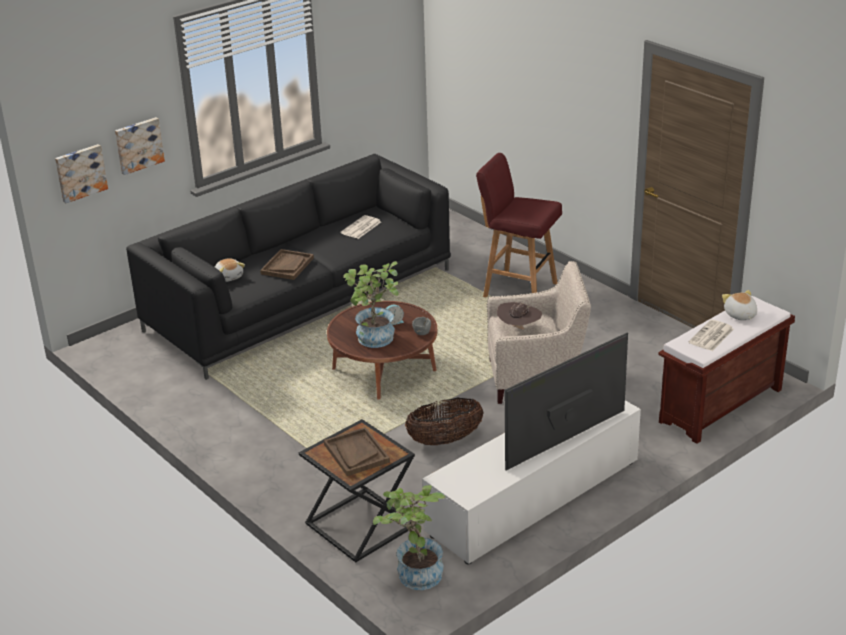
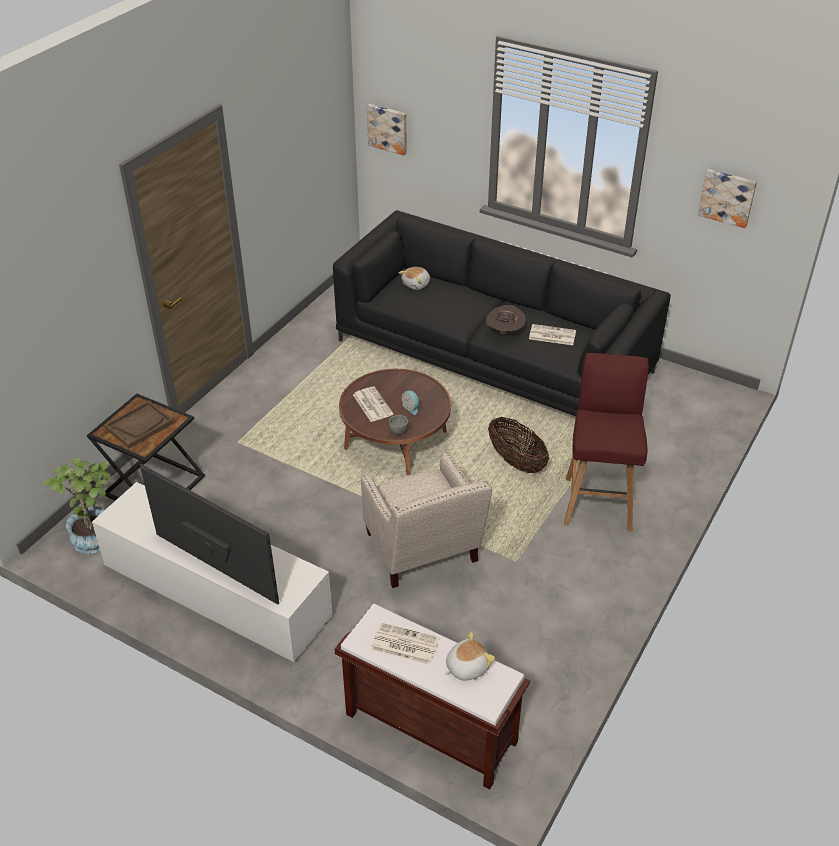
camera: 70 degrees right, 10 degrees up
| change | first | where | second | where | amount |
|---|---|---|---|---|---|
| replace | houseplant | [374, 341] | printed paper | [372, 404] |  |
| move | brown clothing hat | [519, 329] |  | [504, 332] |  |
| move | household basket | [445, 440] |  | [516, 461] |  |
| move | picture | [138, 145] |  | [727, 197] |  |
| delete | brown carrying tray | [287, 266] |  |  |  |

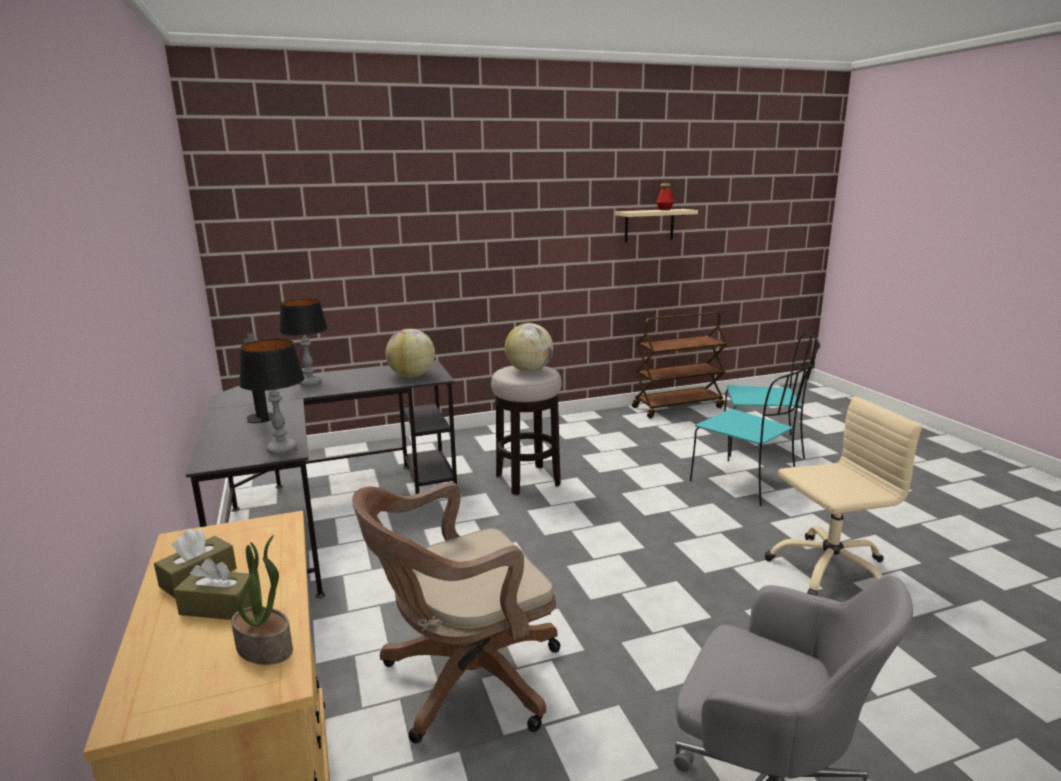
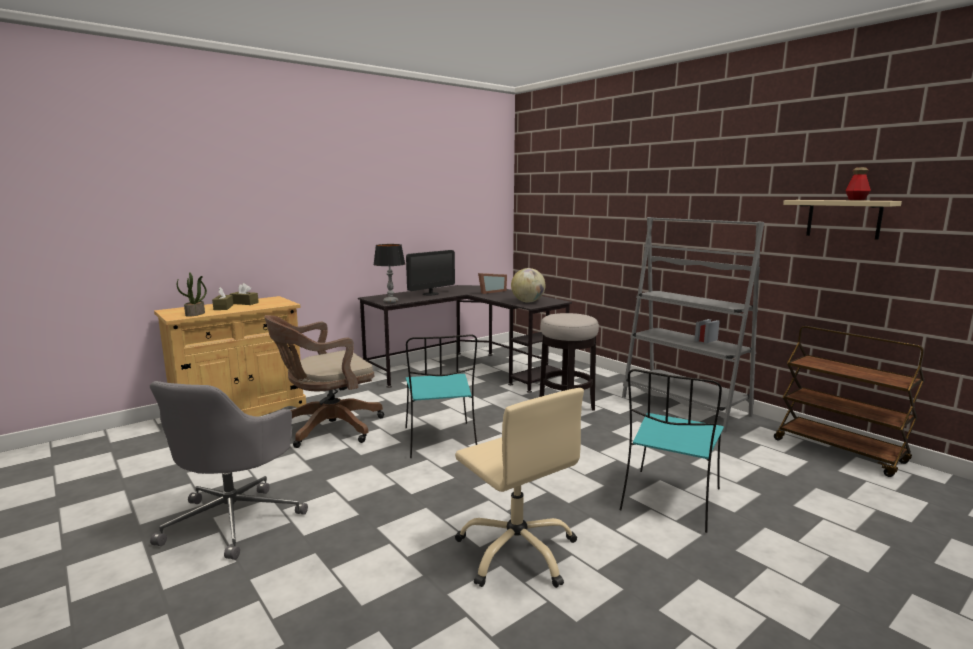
camera: 70 degrees right, 5 degrees down
| change | first | where | second | where | amount |
|---|---|---|---|---|---|
| rotate | brown computer chair | [463, 681] |  | [327, 429] | 75 degrees counterclockwise |
| move | blue-green plain chair | [764, 446] |  | [440, 441] |  |
| replace | tabletop lamp | [310, 384] | photo frame | [490, 291] |  |
| insert |  |  | greyish bookshelf | [684, 406] |  |
| delete | world globe | [529, 370] |  |  |  |

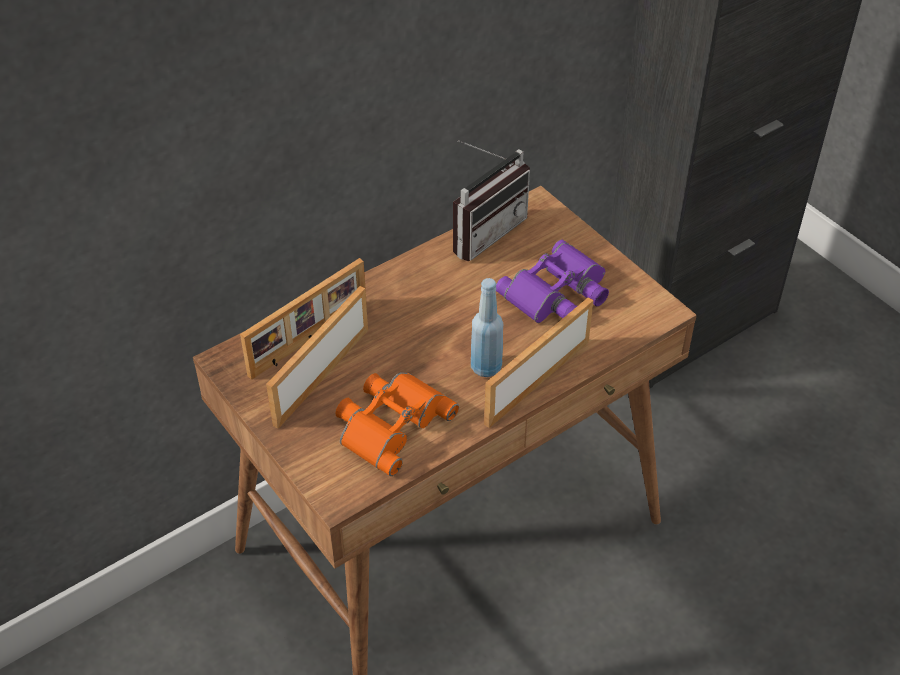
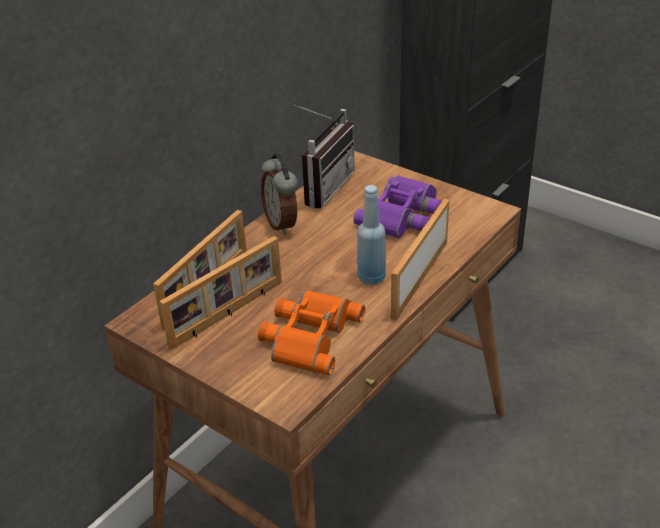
camera: 15 degrees left, 10 degrees down
| change | first | where | second | where | amount |
|---|---|---|---|---|---|
| rotate | photo frame | [320, 375] |  | [228, 314] | 150 degrees counterclockwise |
| insert |  |  | table clock | [282, 224] |  |

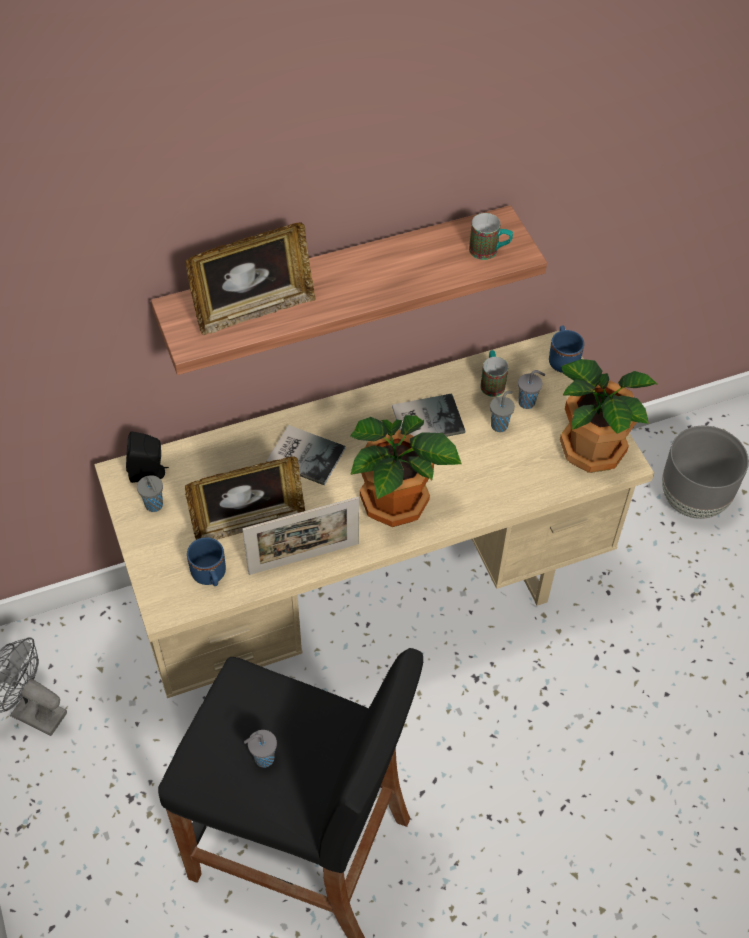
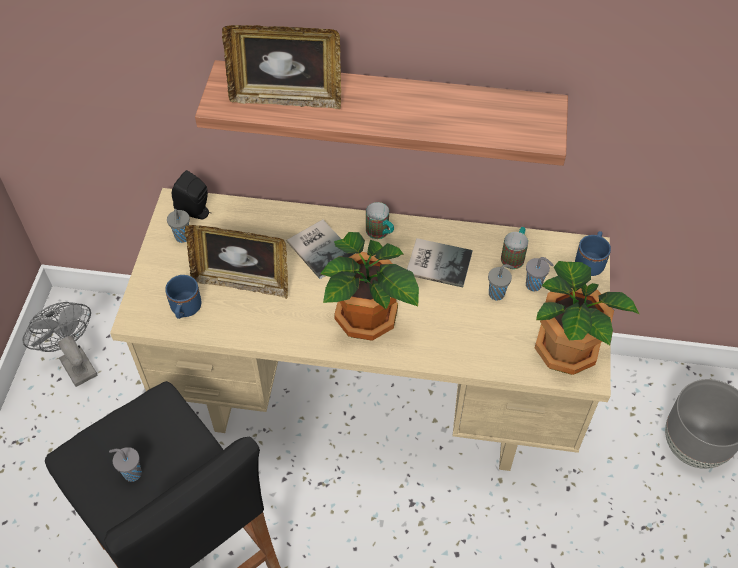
camera: 30 degrees right, 0 degrees up
| change | first | where | second | where | amount |
|---|---|---|---|---|---|
| move | tea mug | [489, 251] |  | [380, 233] |  |
| delete | photo frame | [304, 558] |  |  |  |

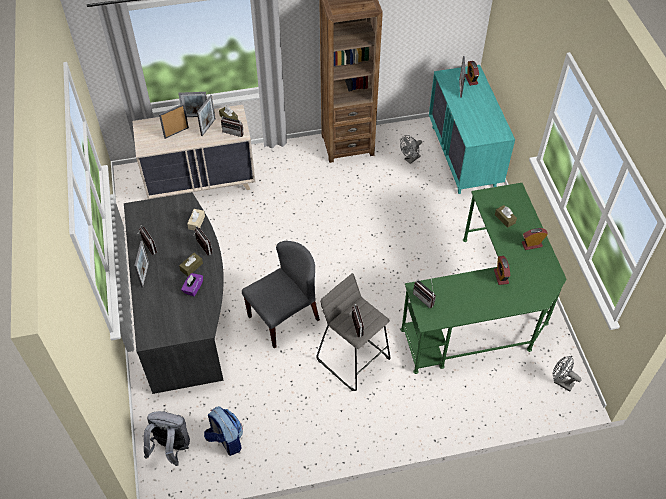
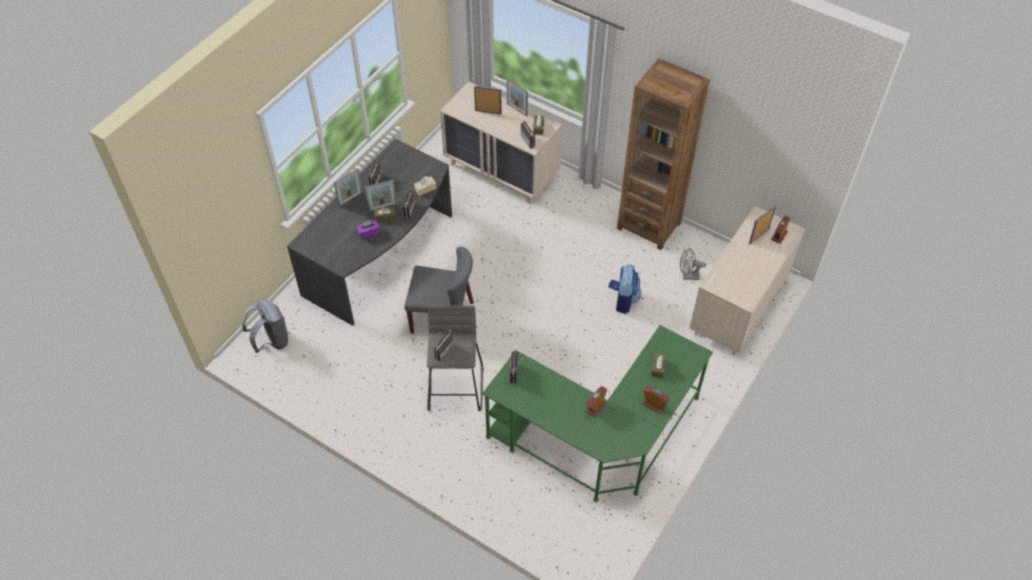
camera: 45 degrees right, 0 degrees up
| change | first | where | second | where | amount |
|---|---|---|---|---|---|
| move | photo frame | [208, 127] |  | [382, 207] |  |
| move | backpack | [226, 440] |  | [623, 300] |  |
| recolor | blue-green dresser | [463, 157] | beige dresser | [737, 309] |  |
| delete | greyish electric fan | [561, 382] |  |  |  |

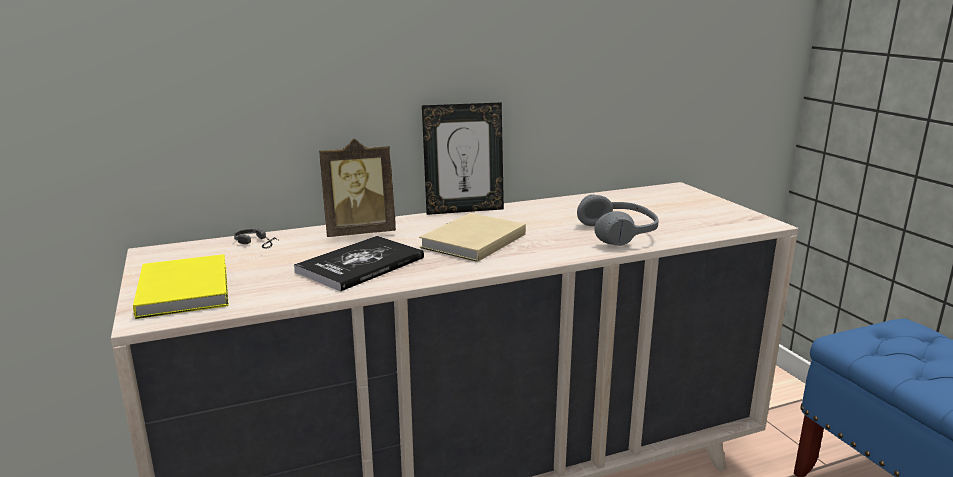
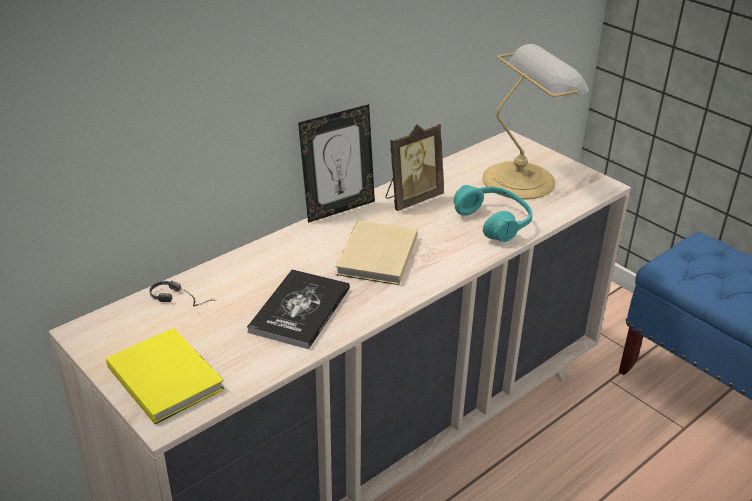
camera: 20 degrees left, 15 degrees up
| change | first | where | second | where | amount |
|---|---|---|---|---|---|
| move | photo frame | [359, 232] |  | [411, 199] |  |
| recolor | greyish headset | [618, 233] | blue-green headset | [494, 222] |  |
| insert |  |  | tabletop lamp | [522, 179] |  |

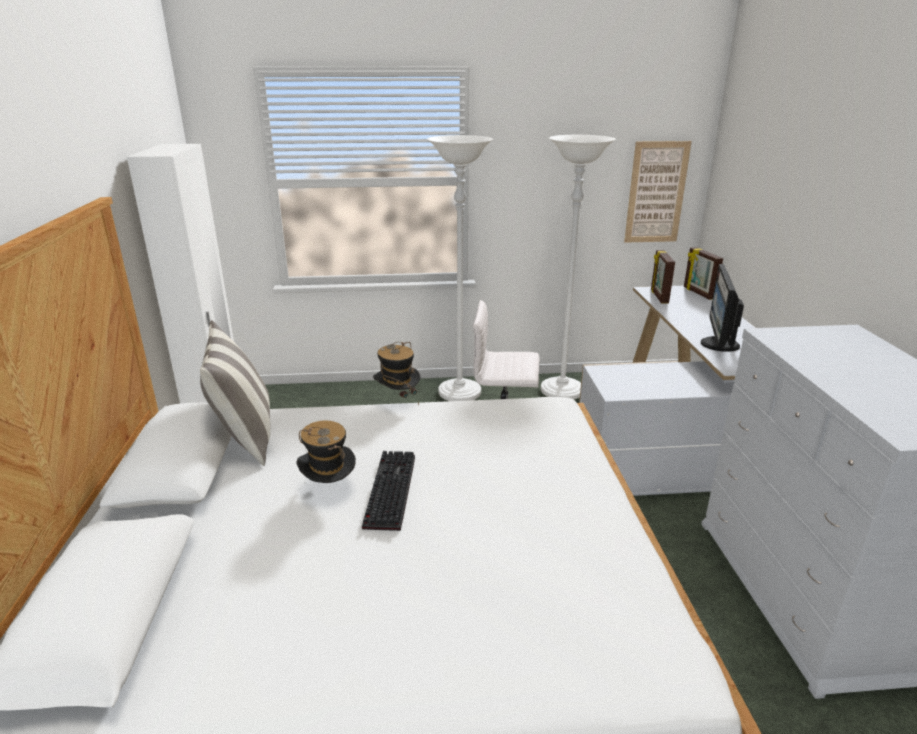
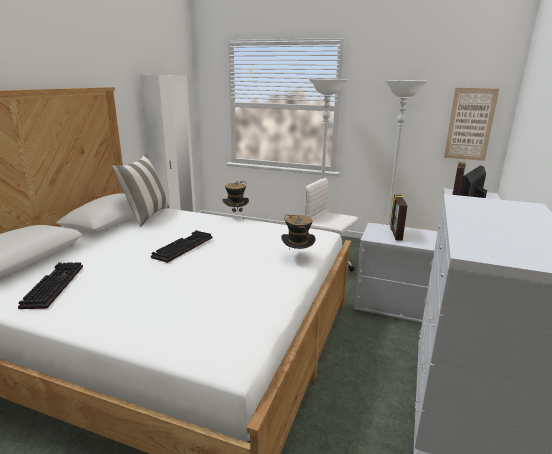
camera: 25 degrees right, 5 degrees down
| change | first | where | second | where | amount |
|---|---|---|---|---|---|
| insert |  |  | computer keyboard | [52, 285] |  |
| move | clothing hat | [329, 489] |  | [297, 257] |  |
| move | photo frame | [698, 293] |  | [395, 234] |  |

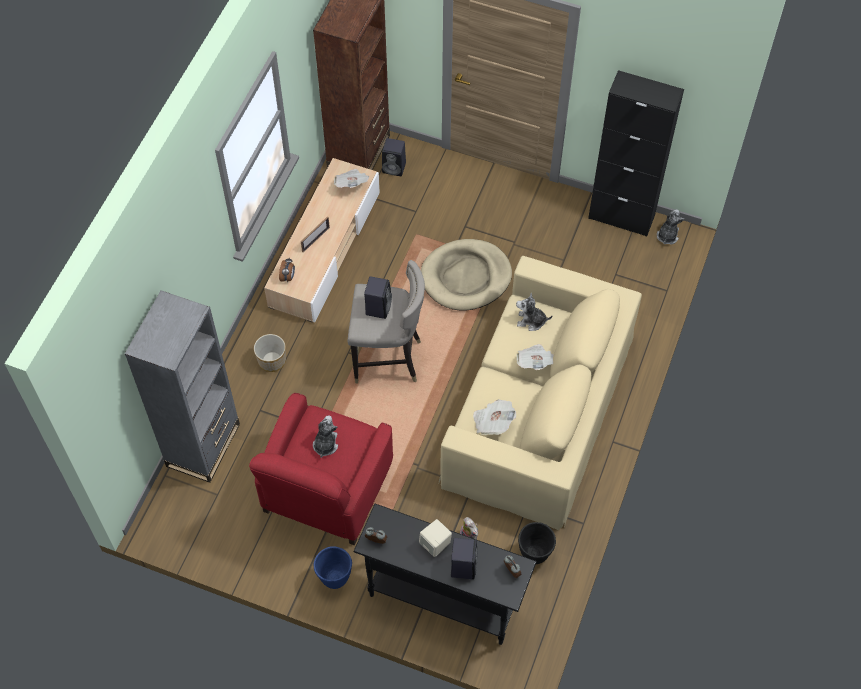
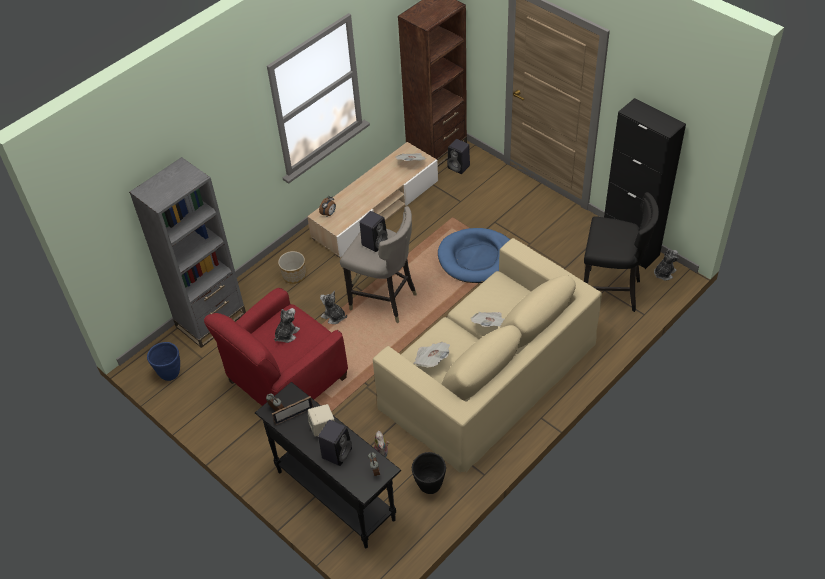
camera: 25 degrees right, 10 degrees down
| change | first | where | second | where | amount |
|---|---|---|---|---|---|
| move | blue-coloured planter | [334, 578] |  | [169, 373] |  |
| move | photo frame | [315, 239] |  | [294, 416] |  |
| move | plush toy | [531, 321] |  | [334, 316] |  |
| recolor | beige pet bed | [466, 277] | blue-coloured pet bed | [477, 258] |  |
| insert |  |  | blackish stool seat | [611, 292] |  |

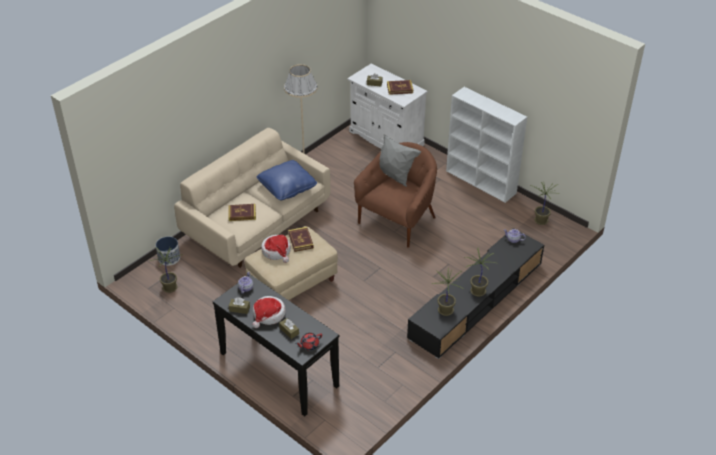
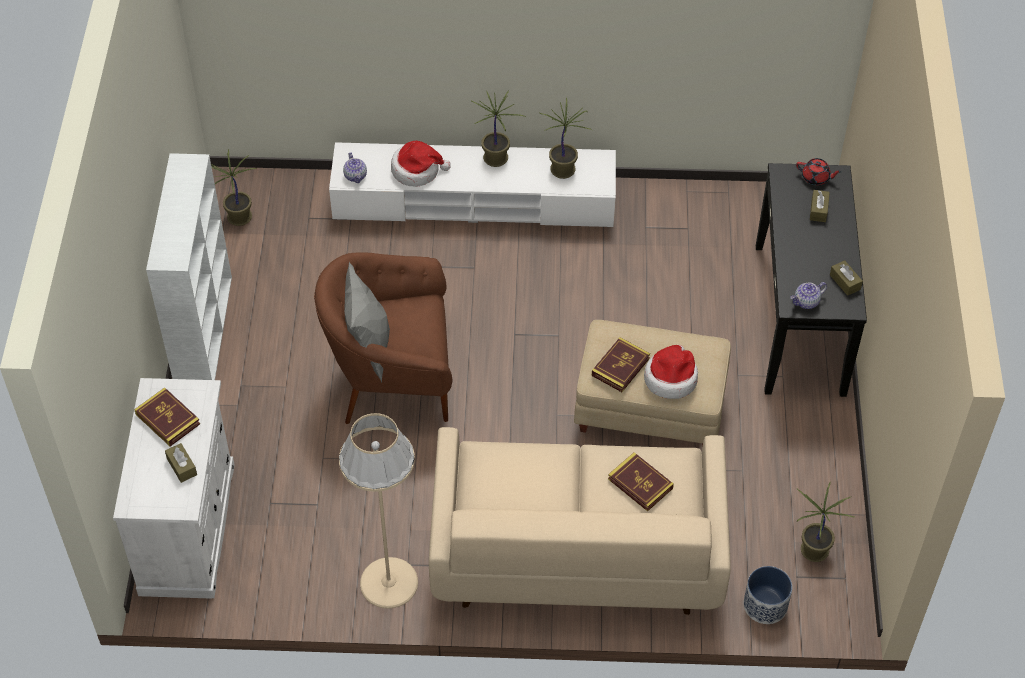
camera: 130 degrees left, 10 degrees up
| change | first | where | second | where | amount |
|---|---|---|---|---|---|
| recolor | blackish media console | [476, 300] | white-coloured media console | [475, 201] |  |
| move | clothing hat | [268, 315] |  | [417, 170] |  |
| delete | blue-coloured pillow | [287, 187] |  |  |  |

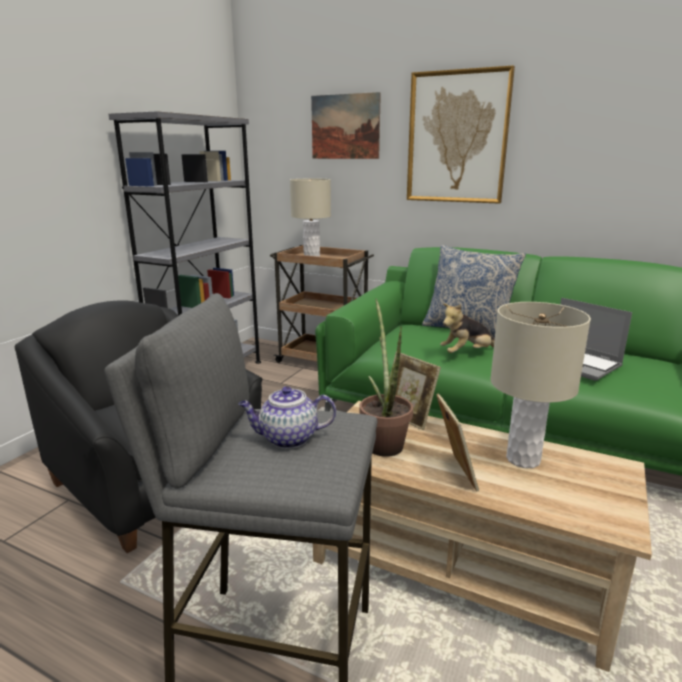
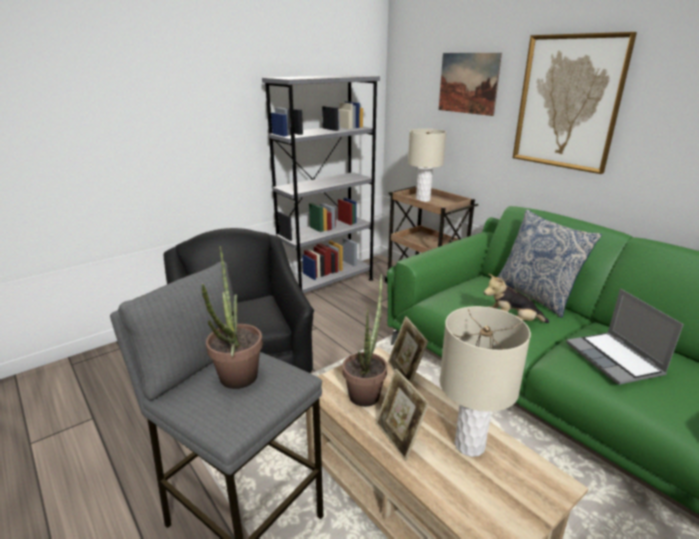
camera: 25 degrees right, 5 degrees up
| change | first | where | second | where | amount |
|---|---|---|---|---|---|
| replace | pot for tea | [287, 439] | houseplant | [236, 383] |  |
| rotate | photo frame | [454, 472] |  | [399, 438] | 135 degrees clockwise |

